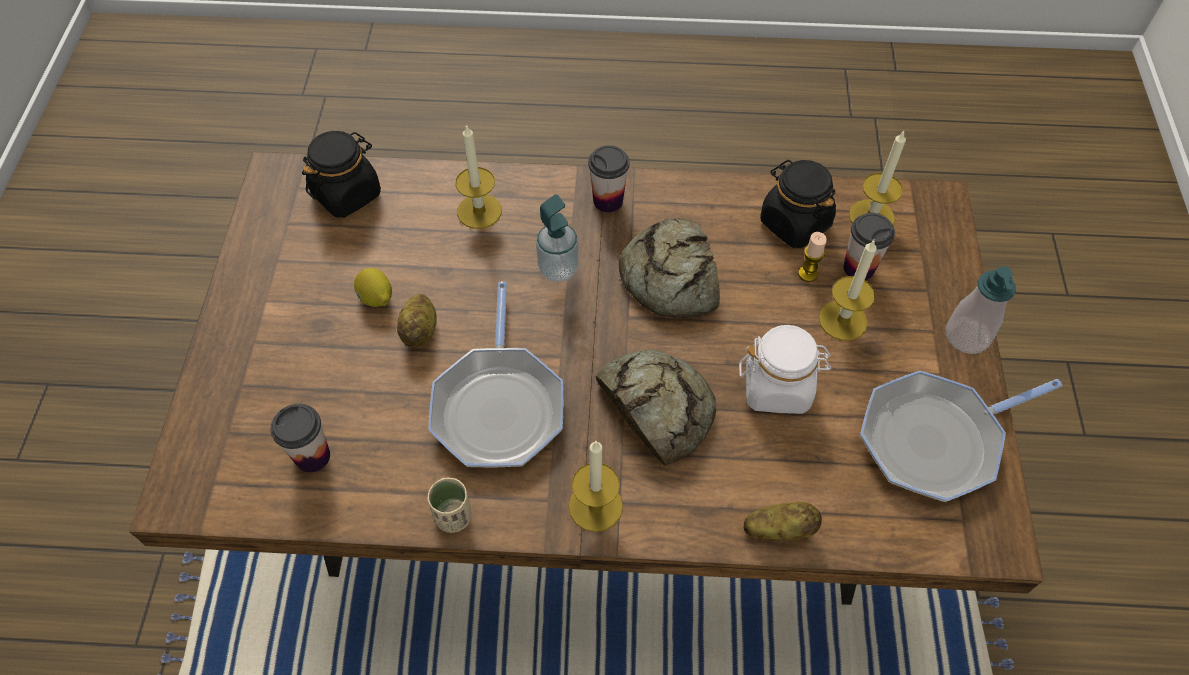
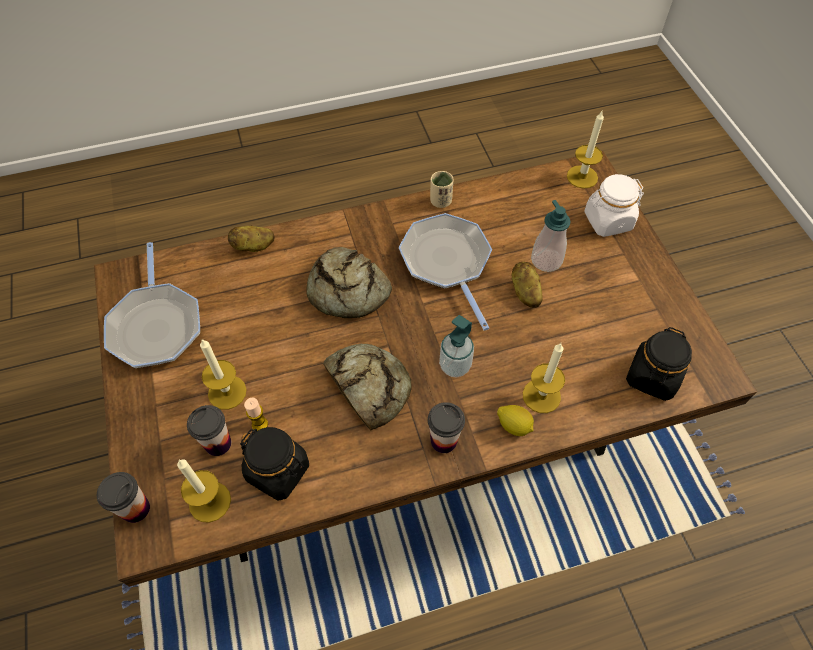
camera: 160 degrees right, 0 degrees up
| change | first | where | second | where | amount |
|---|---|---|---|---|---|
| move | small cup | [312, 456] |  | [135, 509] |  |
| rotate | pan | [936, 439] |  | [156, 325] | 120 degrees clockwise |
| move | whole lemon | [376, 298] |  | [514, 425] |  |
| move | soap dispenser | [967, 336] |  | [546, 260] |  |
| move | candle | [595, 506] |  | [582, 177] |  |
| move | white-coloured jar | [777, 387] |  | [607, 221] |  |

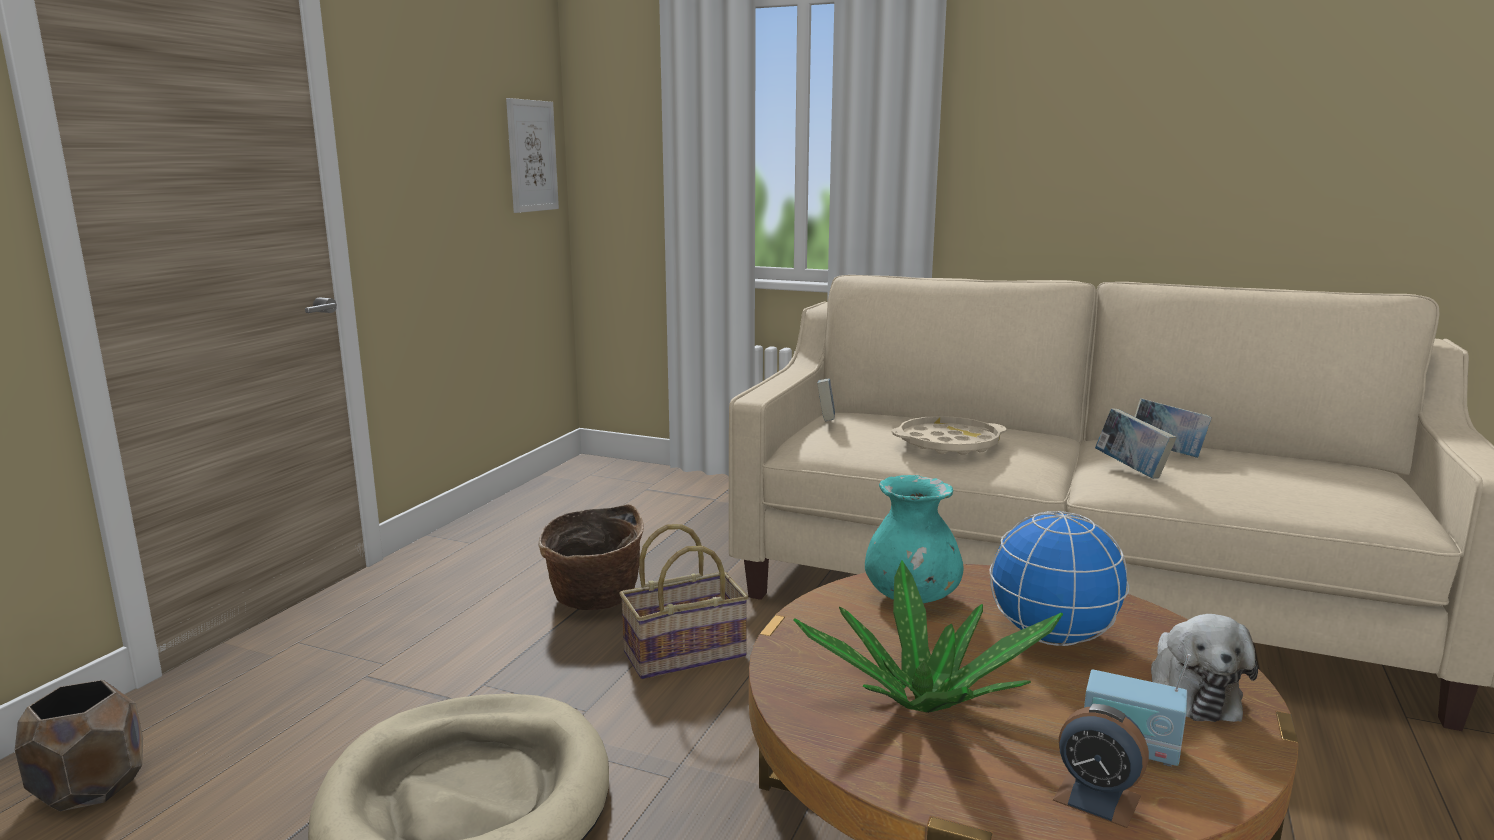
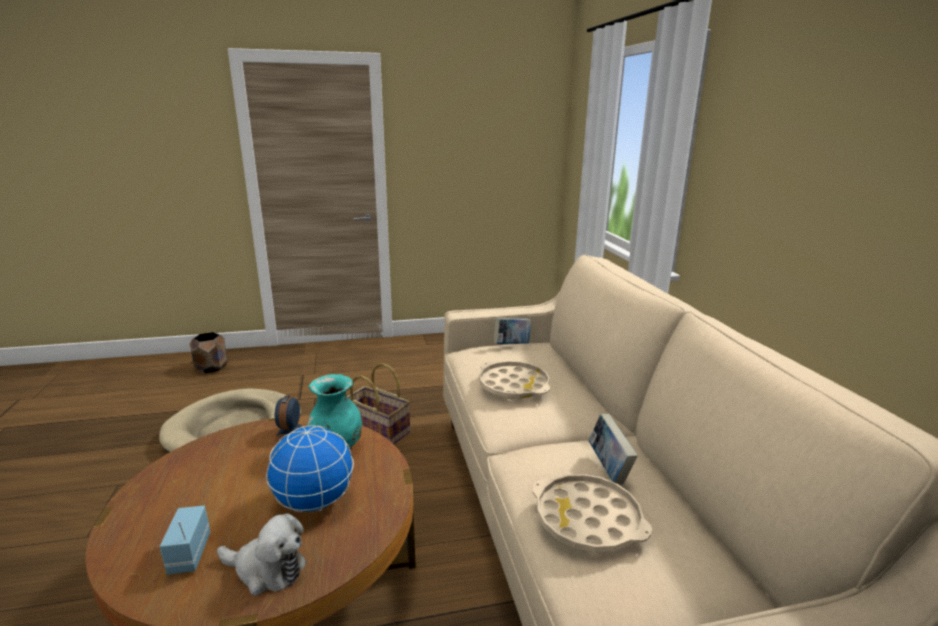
camera: 55 degrees right, 5 degrees up
| change | first | where | second | where | amount |
|---|---|---|---|---|---|
| rotate | plush toy | [1191, 692] |  | [267, 569] | 135 degrees counterclockwise |
| move | table clock | [1097, 798] |  | [290, 432] |  |
| insert |  |  | beige carrying tray | [587, 520] |  |
| delete | picture | [532, 156] |  |  |  |
| delete | household basket | [594, 600] |  |  |  |
| delete | houseplant | [924, 702] |  |  |  |
| delete | volume | [1131, 470] |  |  |  |

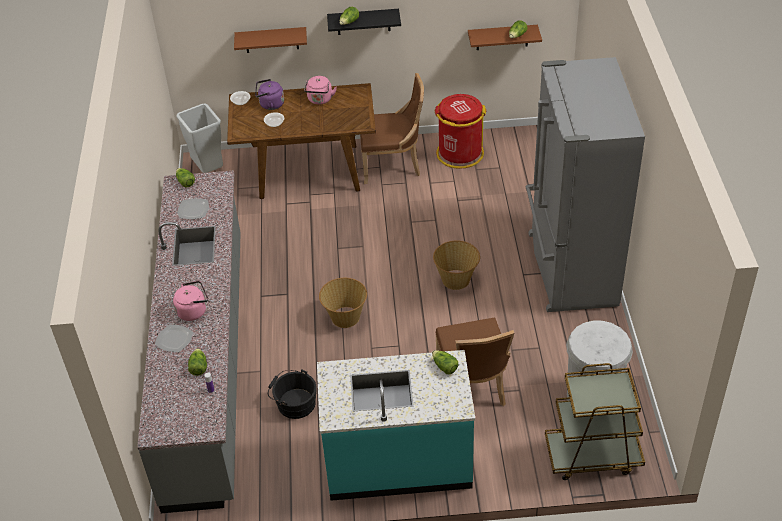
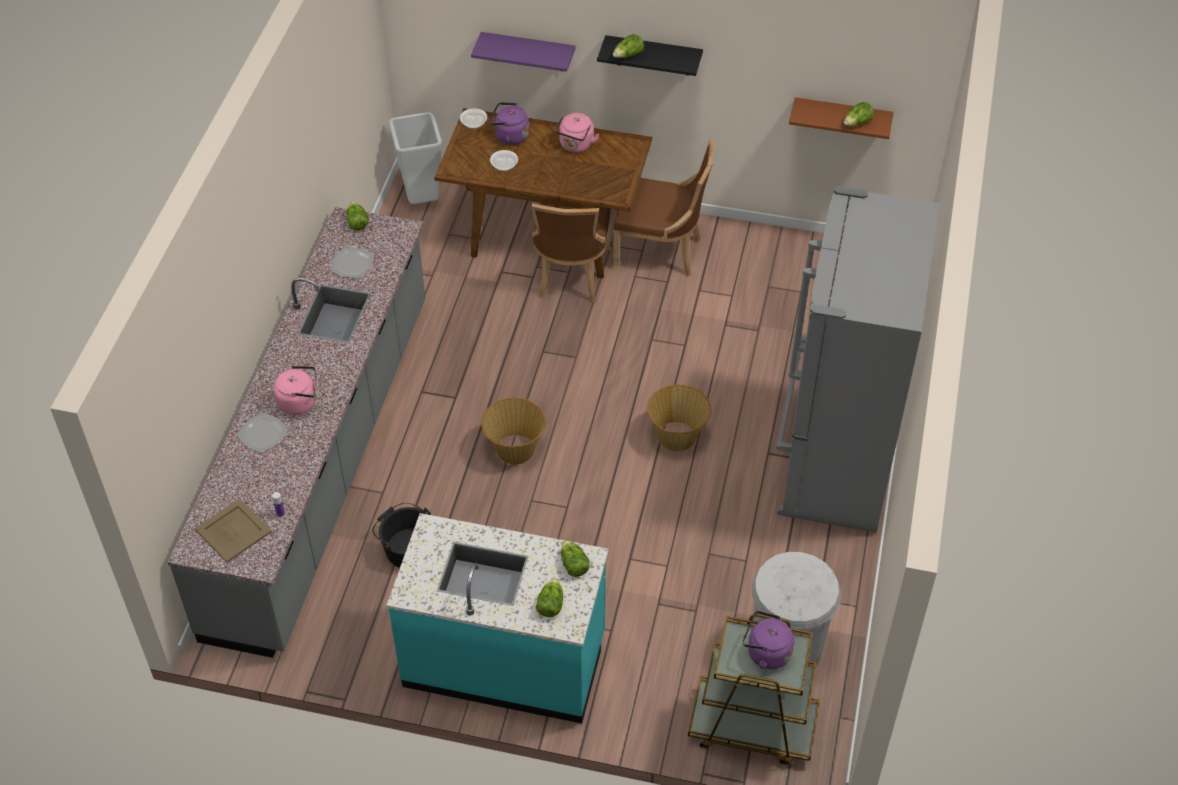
camera: 15 degrees right, 5 degrees up
| change | first | where | second | where | amount |
|---|---|---|---|---|---|
| insert |  |  | beige carrying tray | [232, 531] |  |
| recolor | brown bracket shelf | [271, 40] | purplish bracket shelf | [528, 52] |  |
| move | brown plain chair | [474, 386] |  | [570, 275] |  |
| move | lettuce | [198, 367] |  | [550, 604] |  |
| insert |  |  | purplish tea kettle | [766, 653] |  |
| delete | red-coloured trash can | [459, 153] |  |  |  |

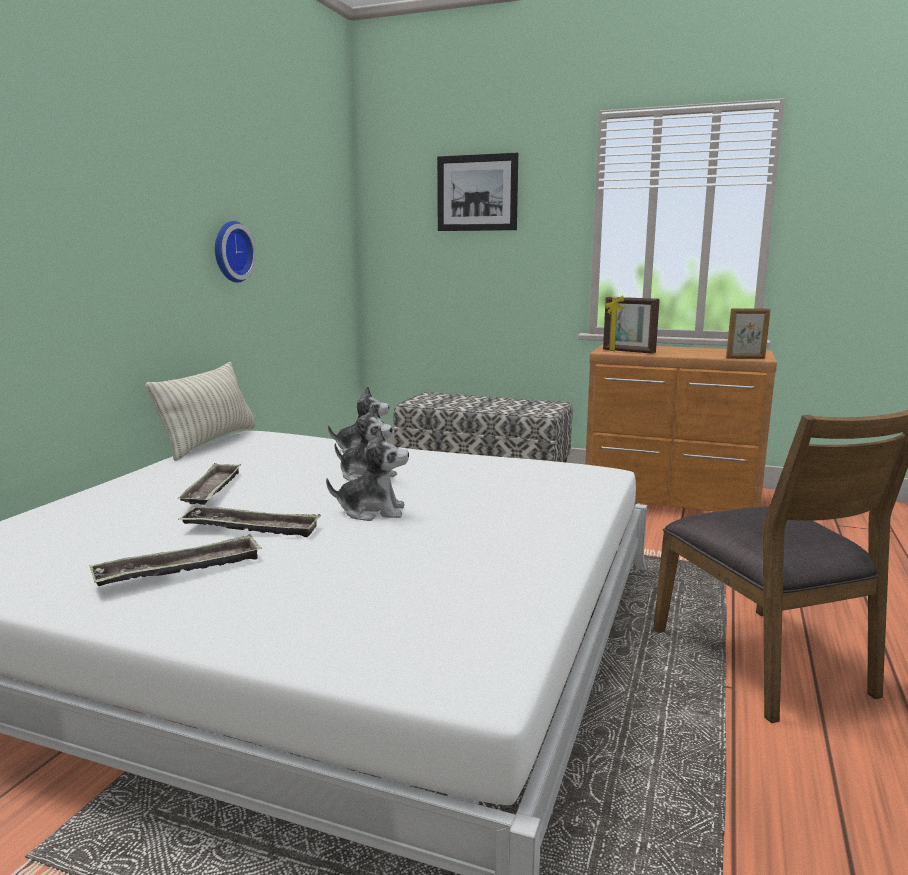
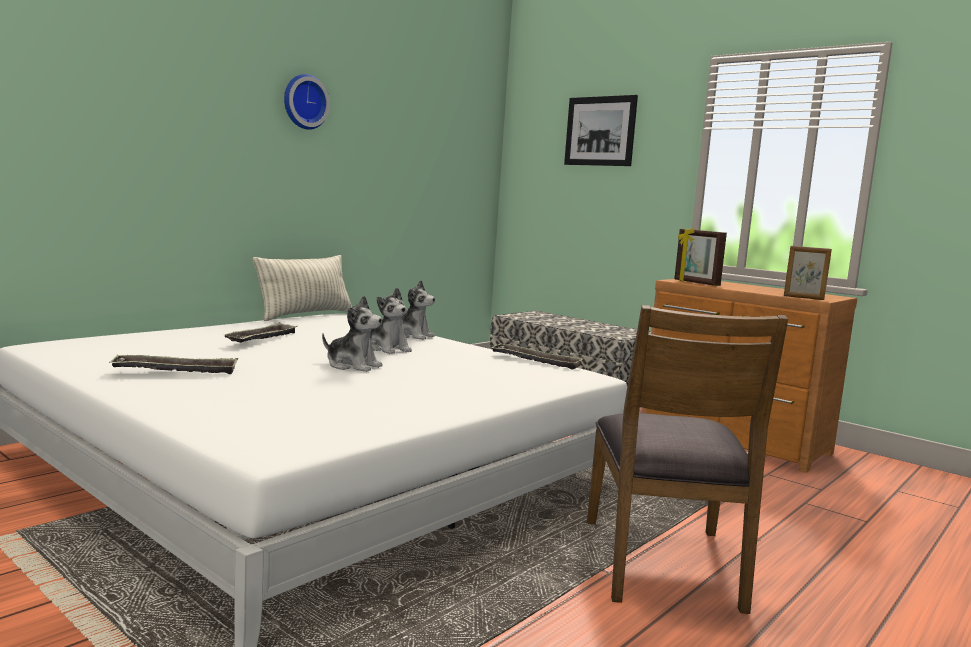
camera: 20 degrees right, 5 degrees down
| change | first | where | second | where | amount |
|---|---|---|---|---|---|
| move | hanging clock | [230, 252] |  | [304, 102] |  |
| move | carrying tray | [250, 528] |  | [535, 360] |  |

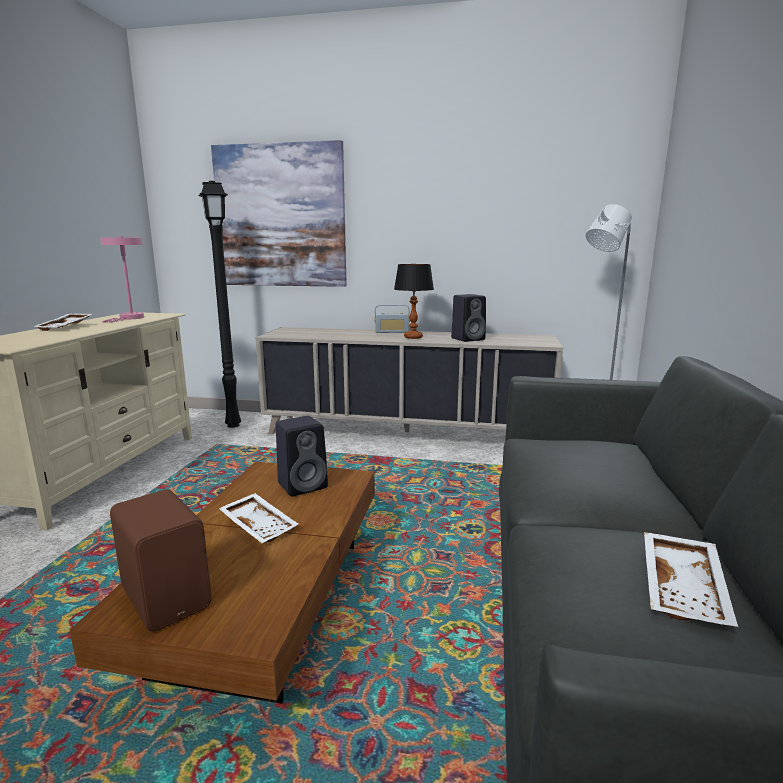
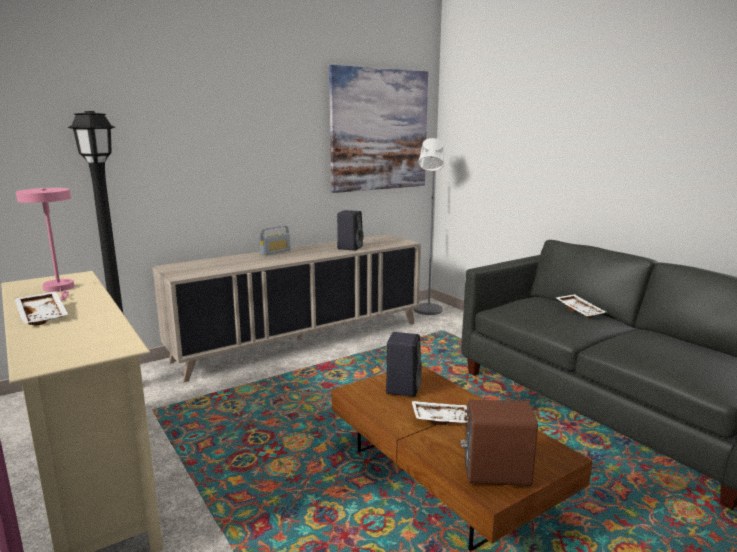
camera: 45 degrees left, 0 degrees up
| change | first | where | second | where | amount |
|---|---|---|---|---|---|
| move | picture | [280, 217] |  | [379, 130] |  |
| move | white-coloured carrying tray | [685, 590] |  | [580, 311] |  |
| delete | tabletop lamp | [413, 337] |  |  |  |

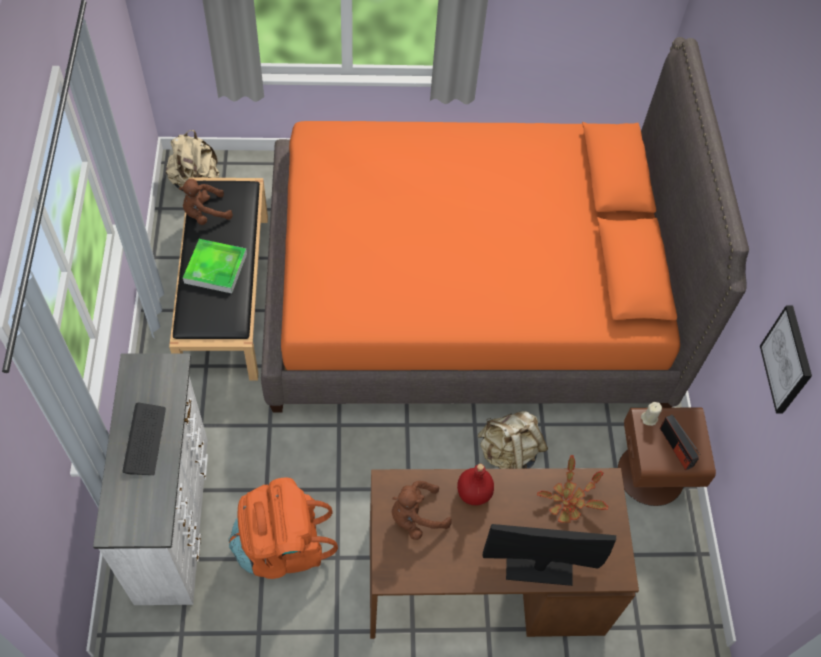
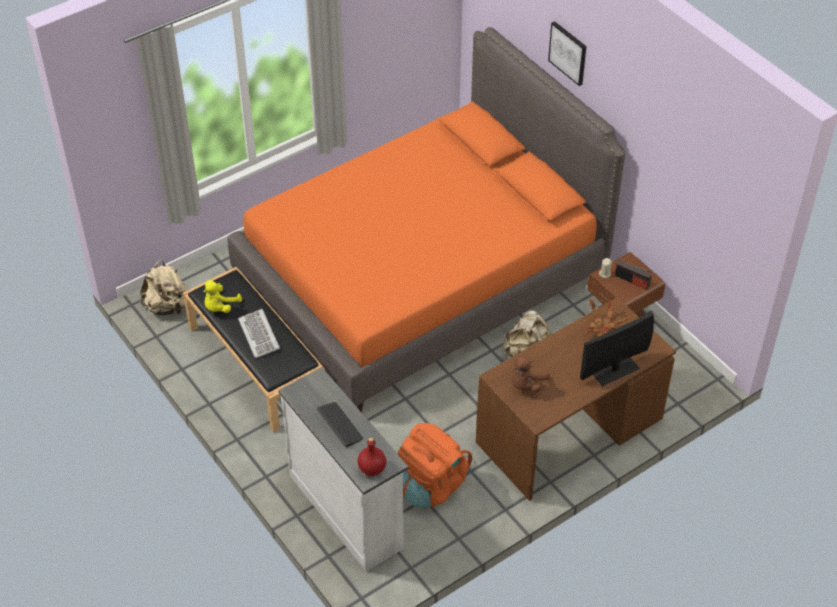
camera: 30 degrees left, 10 degrees down
| change | first | where | second | where | amount |
|---|---|---|---|---|---|
| recolor | brown plush toy | [205, 214] | yellowish plush toy | [220, 307] |  |
| replace | carrying tray | [215, 268] | computer keyboard | [260, 335] |  |
| move | red-coloured drink bottle | [474, 492] |  | [372, 468] |  |
| move | picture | [787, 360] |  | [568, 52] |  |

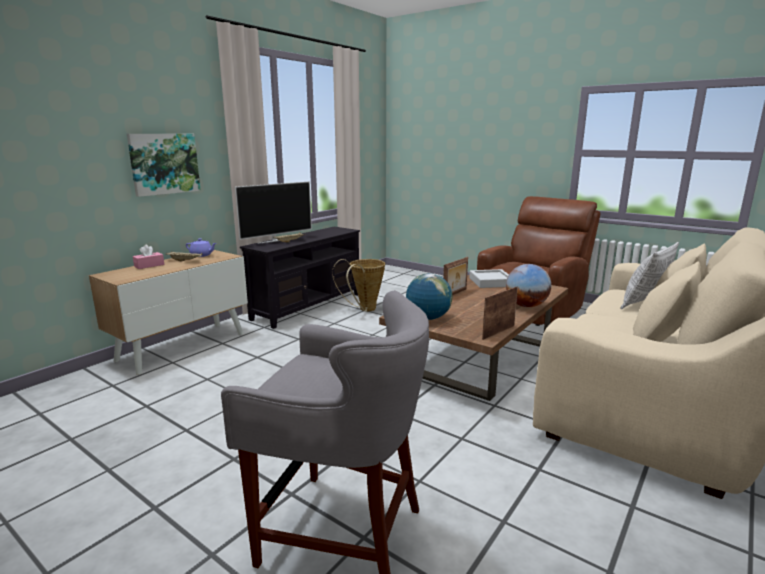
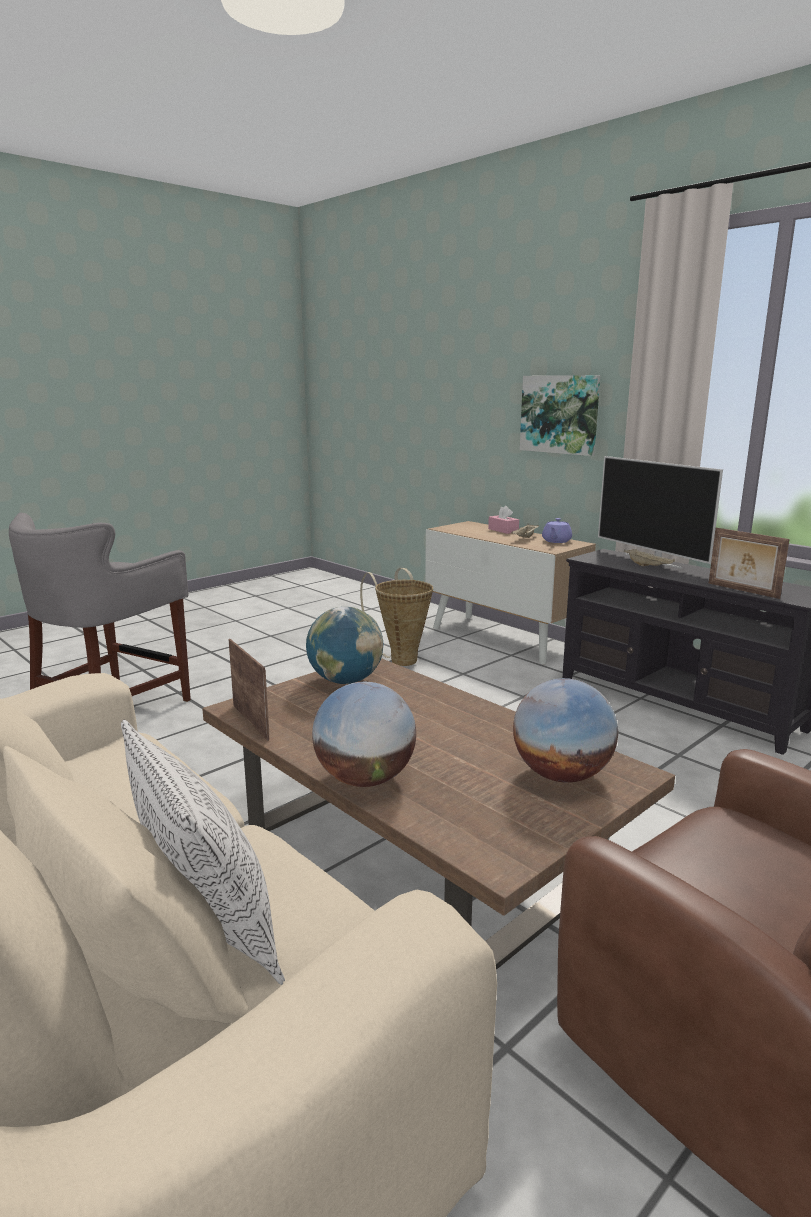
camera: 100 degrees right, 0 degrees up
| change | first | where | second | where | amount |
|---|---|---|---|---|---|
| move | household basket | [364, 309] |  | [401, 659] |  |
| replace | greyish carrying tray | [490, 282] | world globe | [561, 775] |  |
| move | photo frame | [455, 294] |  | [742, 590] |  |

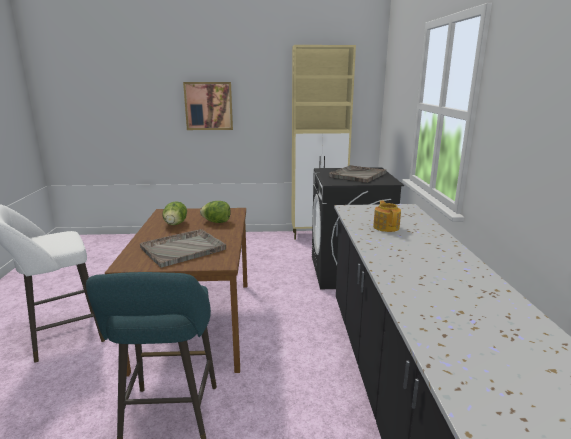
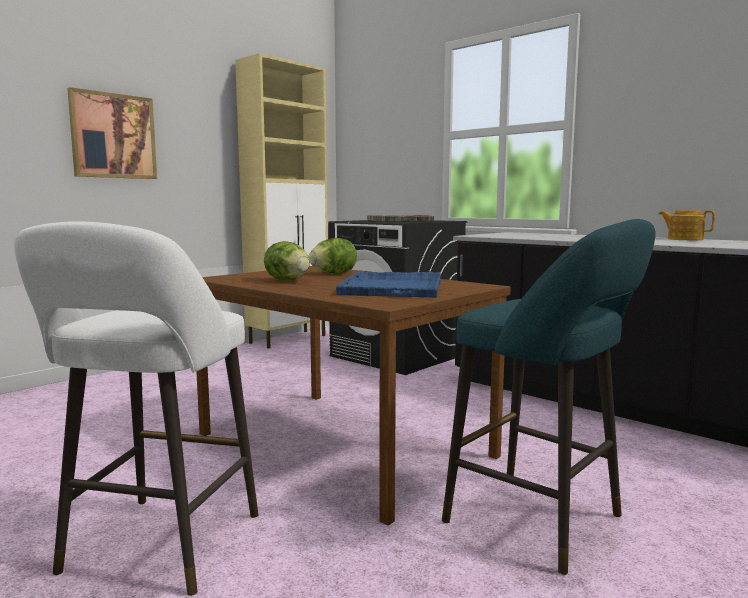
camera: 45 degrees left, 10 degrees down
| change | first | where | second | where | amount |
|---|---|---|---|---|---|
| recolor | greyish carrying tray | [184, 248] | blue-coloured carrying tray | [393, 287] |  |
| move | pot for tea | [386, 227] |  | [684, 239] |  |

